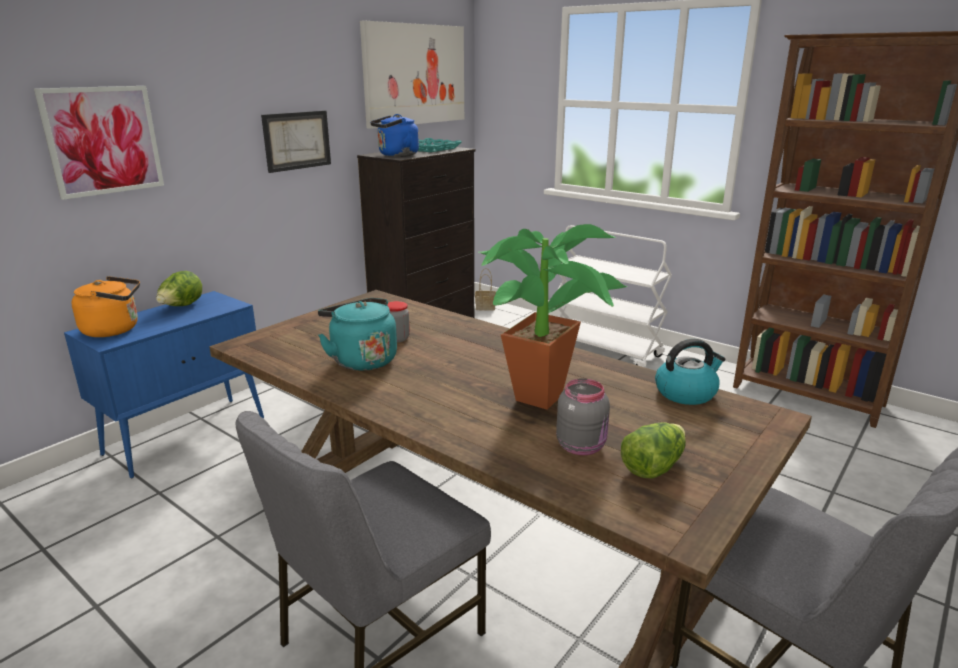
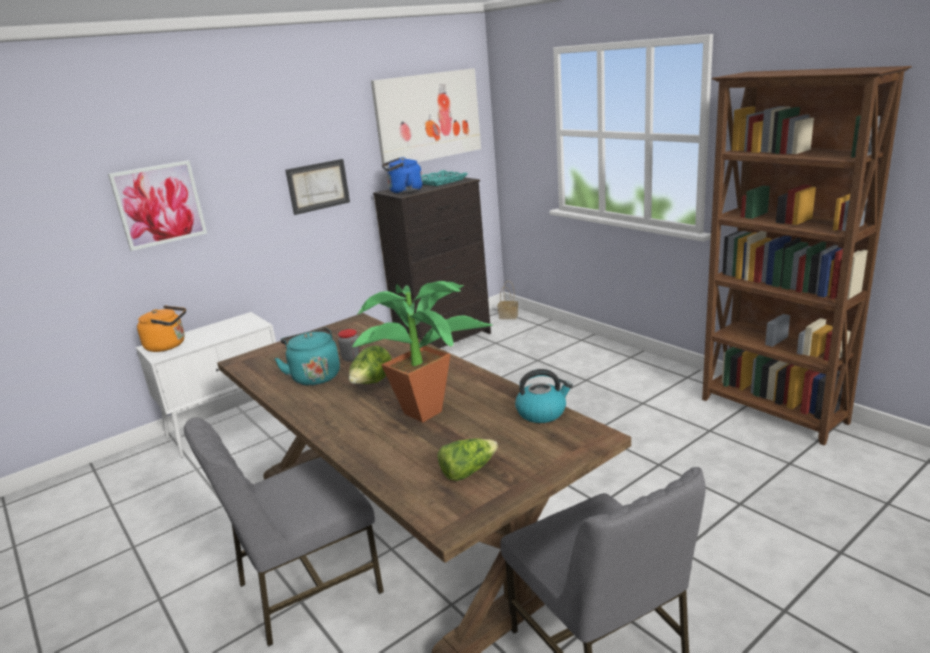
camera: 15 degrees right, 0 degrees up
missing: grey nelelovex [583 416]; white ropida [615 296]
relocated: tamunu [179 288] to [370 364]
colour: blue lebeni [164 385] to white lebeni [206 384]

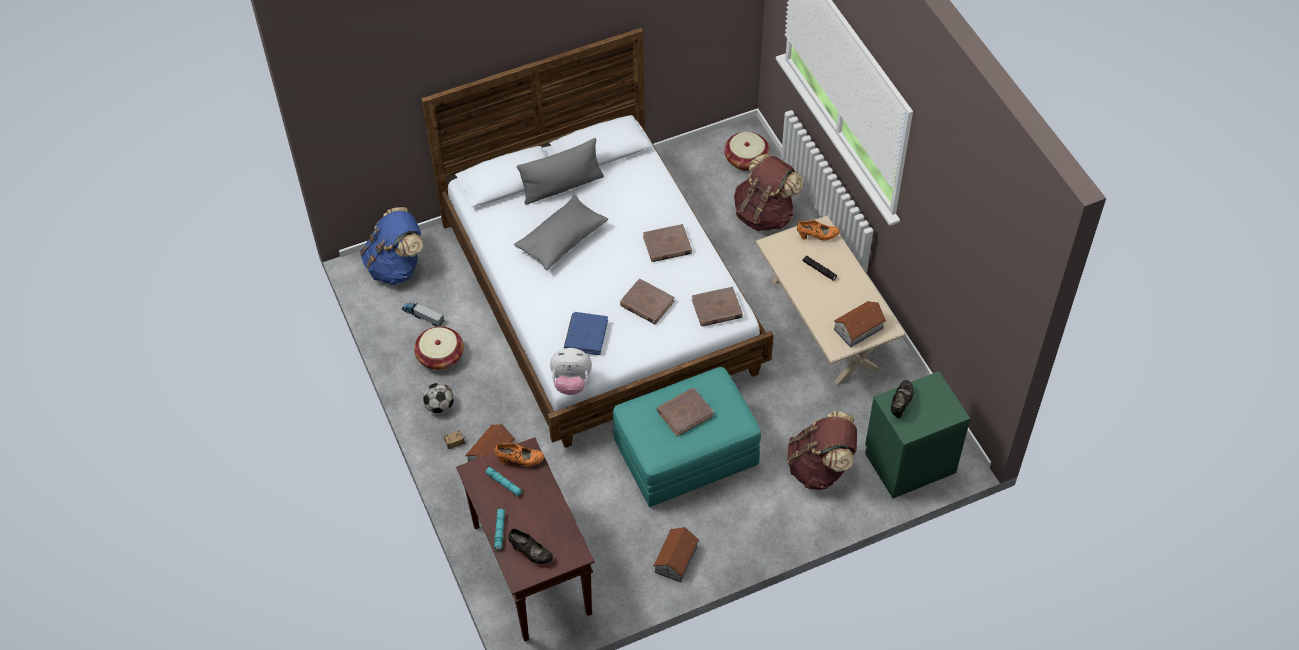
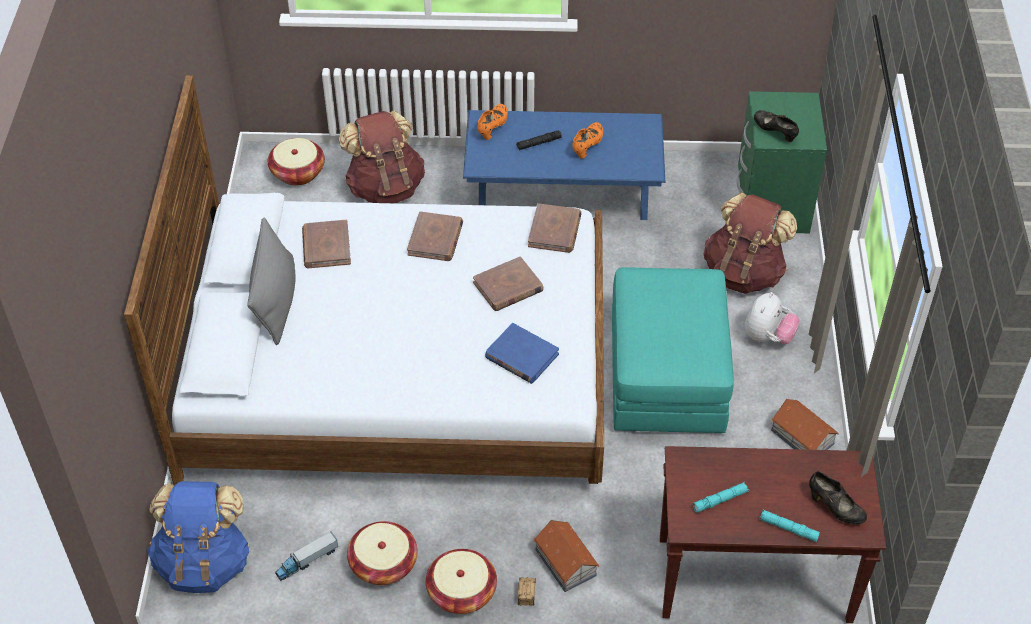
camera: 65 degrees left, 5 degrees down
missing: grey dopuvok [561 233]; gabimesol [860 324]
relocated: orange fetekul [519 454] to [587 140]; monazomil [571 371] to [772 318]; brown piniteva [685 412] to [326 244]
exchanged: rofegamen [438 398] to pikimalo [461 581]
colour: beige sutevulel [830 300] to blue sutevulel [564 165]
spun: black fetekul [530 546] = [838 497] 75 degrees clockwise

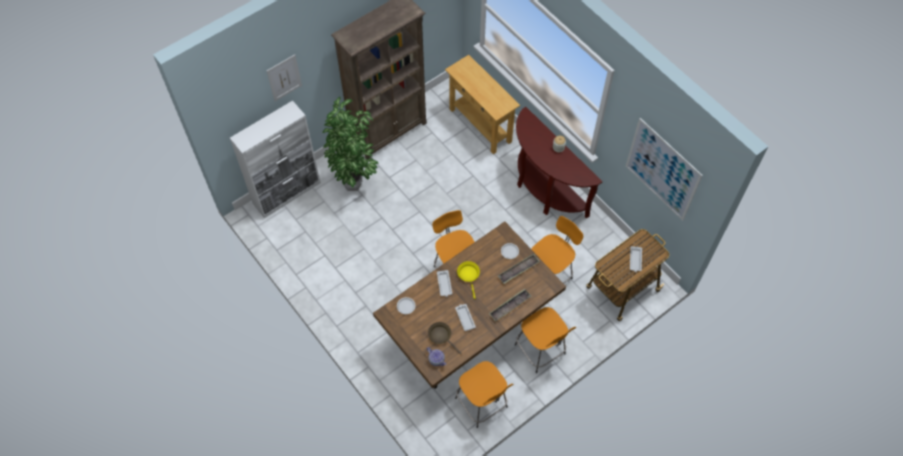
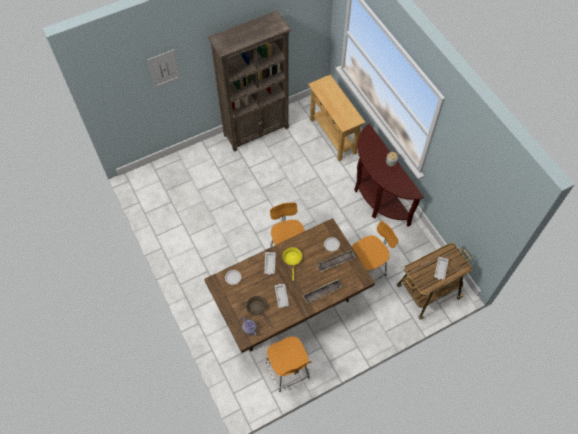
camera: 10 degrees right, 0 degrees up
missing: white lebeni [275 159]; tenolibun [351 144]; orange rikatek [545 340]; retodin [664 169]

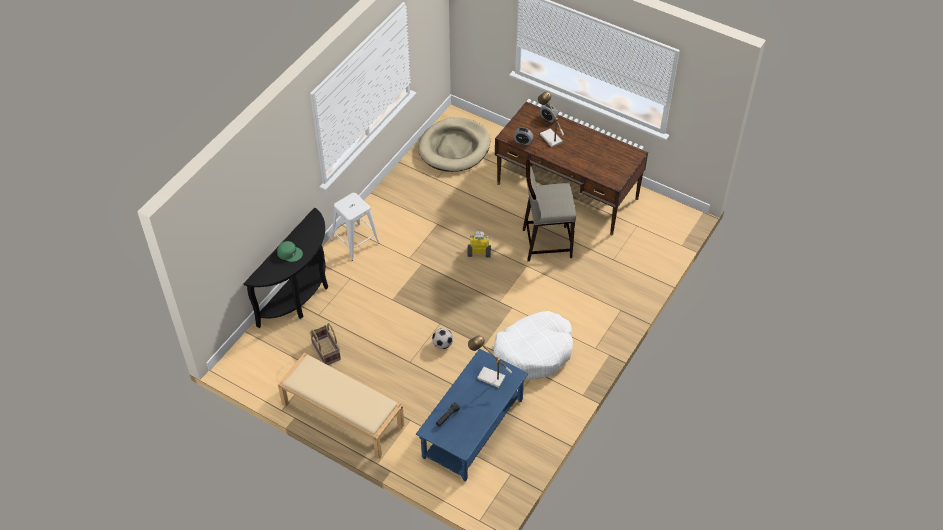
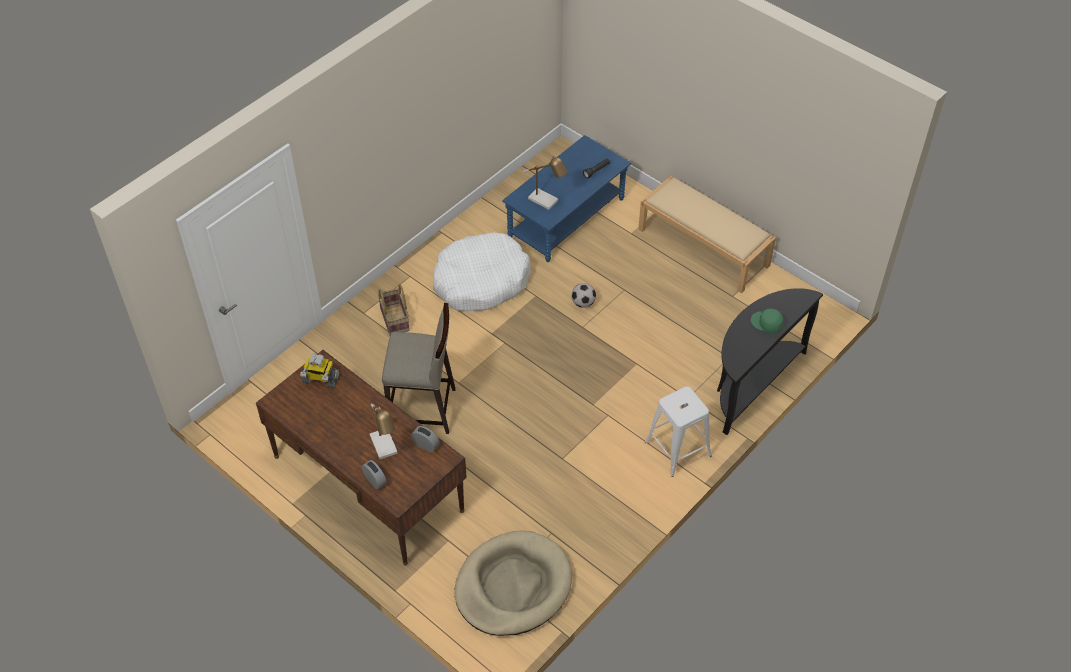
camera: 170 degrees left, 0 degrees up
relocated: pikimalo [325 344] to [394 309]; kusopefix [479 244] to [320 371]

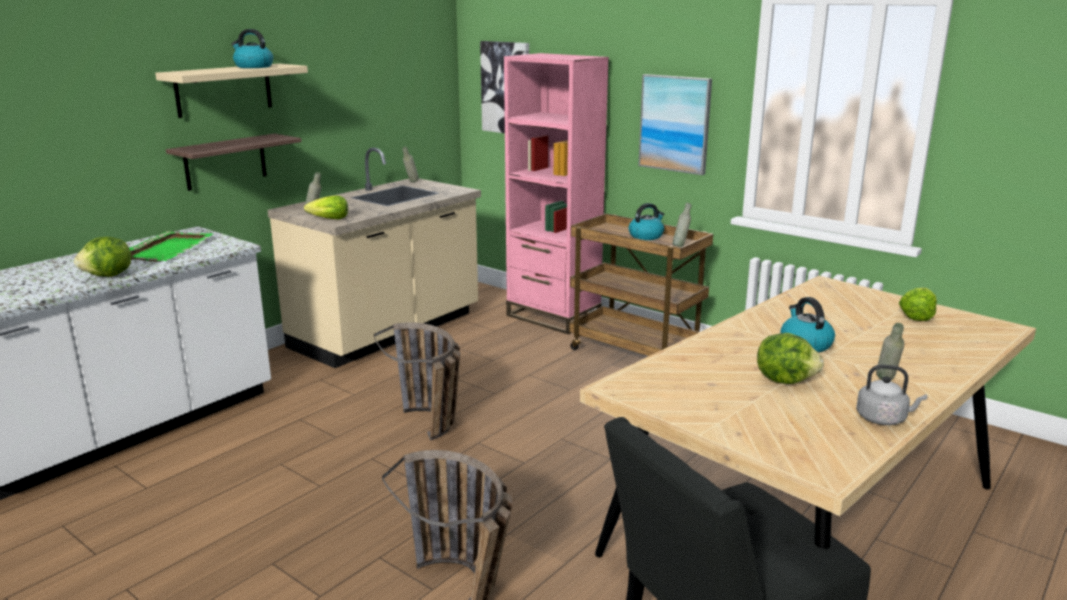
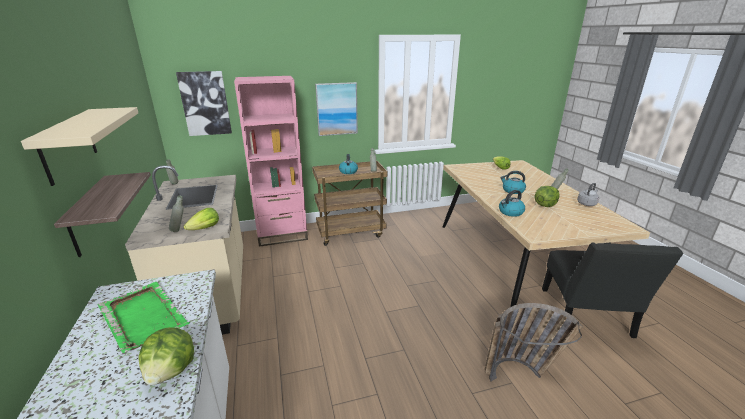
camera: 55 degrees left, 5 degrees up
missing: pikimalo [417 381]
relocated: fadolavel [252 48] to [512 203]

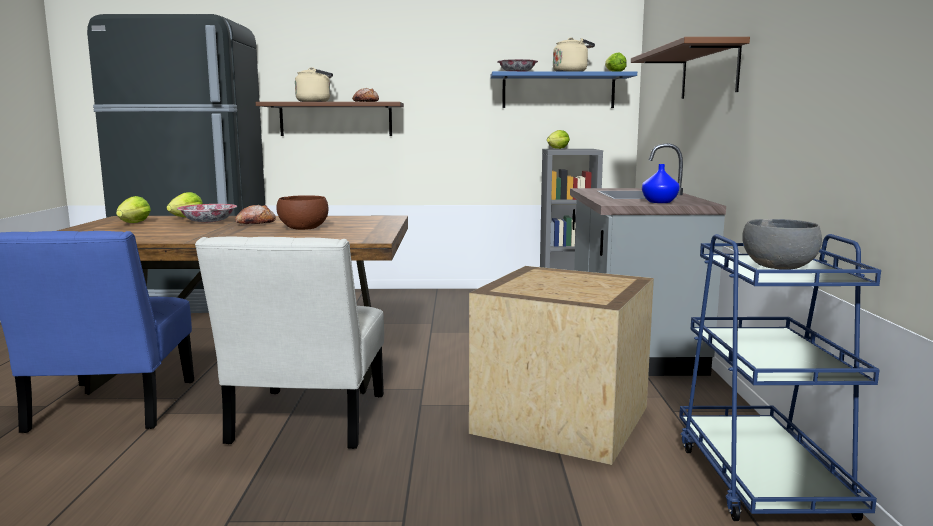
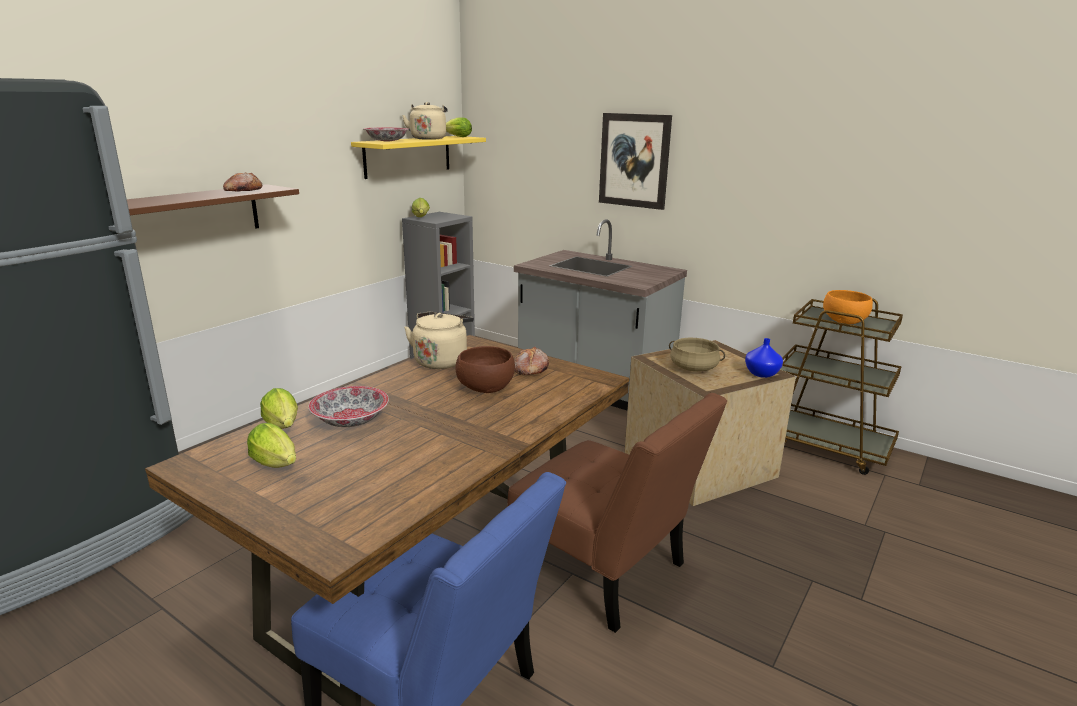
camera: 55 degrees left, 10 degrees up
appeared: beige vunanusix [697 355]
relocated: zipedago [255 214] to [531 360]; beige fadolavel [314 84] to [439 340]; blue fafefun [661 183] to [764 358]
exchanged: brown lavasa [690 68] to retodin [635 161]
colour: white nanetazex [289 343] to brown nanetazex [617 513]; blue lavasa [563 89] to yellow lavasa [418 157]; blue ropida [780 377] to brown ropida [841 386]; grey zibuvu [782 244] to orange zibuvu [848 307]

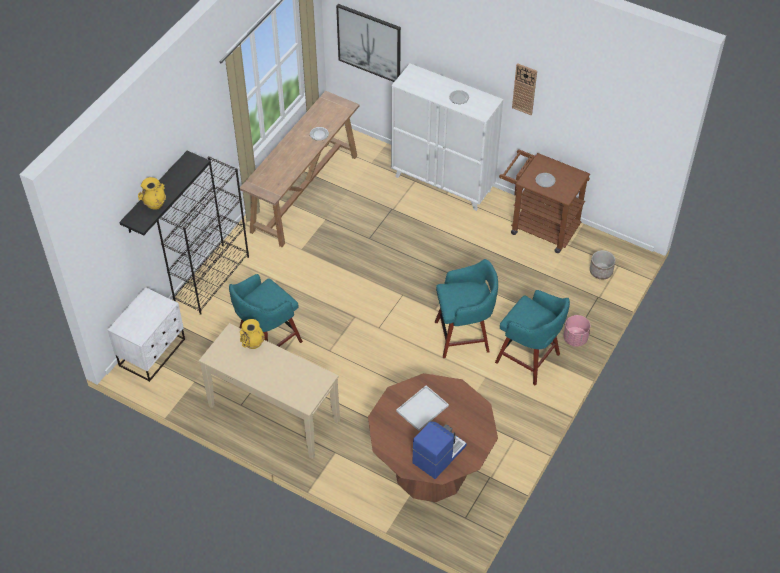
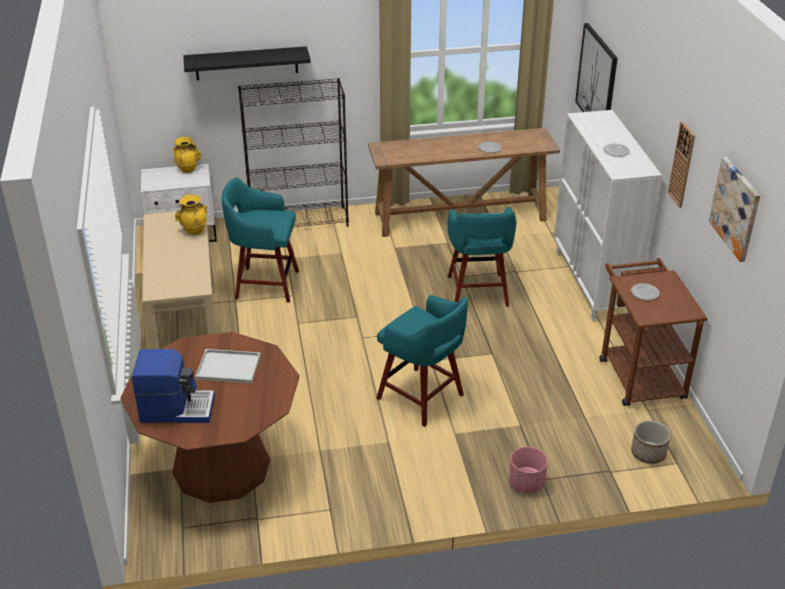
camera: 50 degrees right, 15 degrees down
appeared: retodin [735 209]
relocated: yellow fafefun [152 193] to [187 155]; turquoise rikatek [532 337] to [482 257]

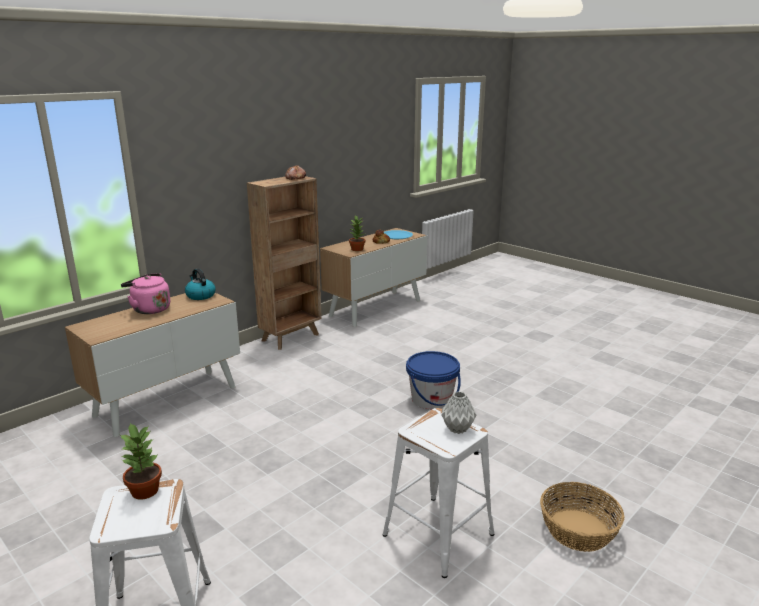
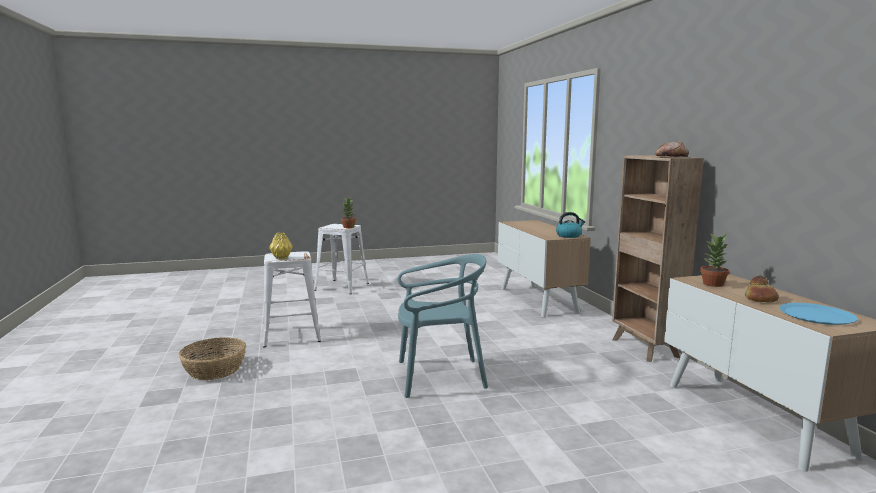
camera: 120 degrees right, 10 degrees down
missing: pink fadolavel [145 293]
exchanged: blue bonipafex [433 380] to turquoise nanetazex [443 326]
colour: grey fafefun [459 412] to yellow fafefun [281 246]

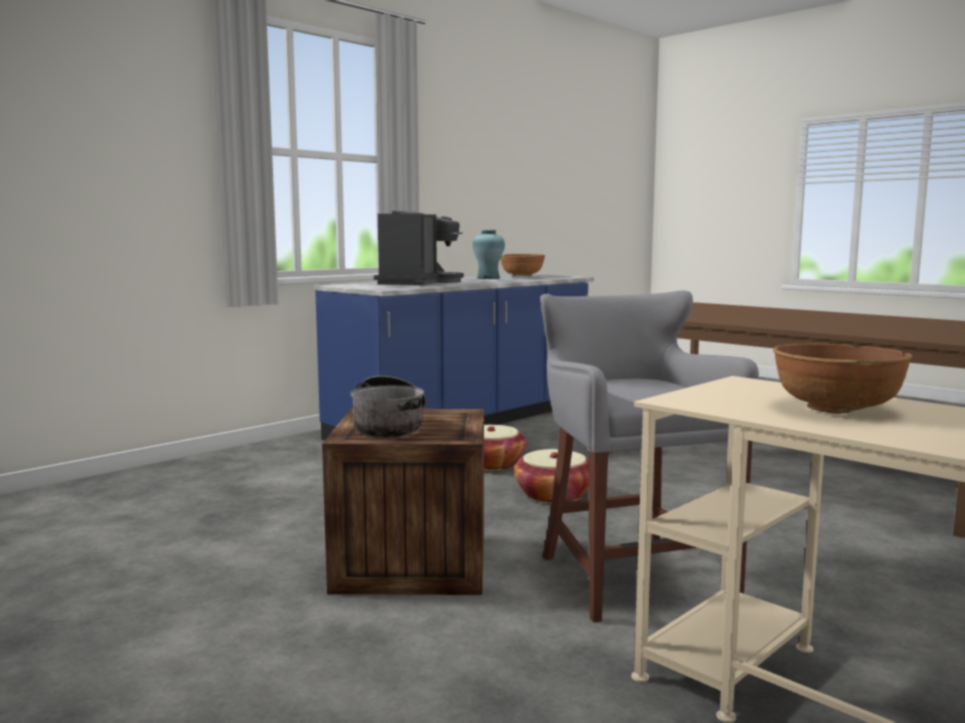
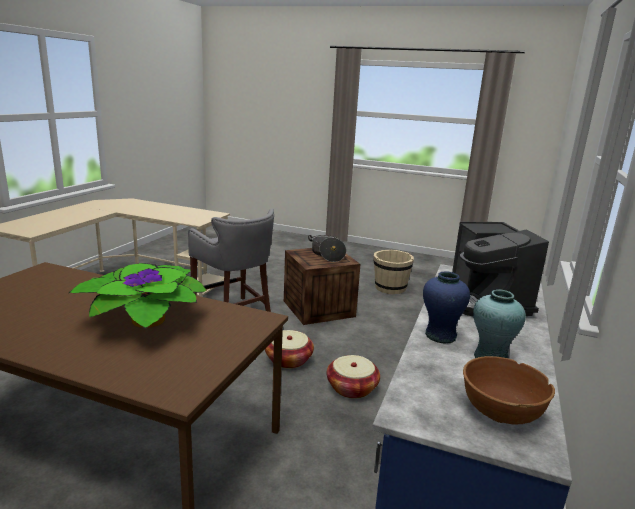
camera: 155 degrees right, 10 degrees up
missing: brown zibuvu [842 379]
appeared: tenolibun [138 296]; beige bonipafex [394 272]; blue fafefun [446 307]

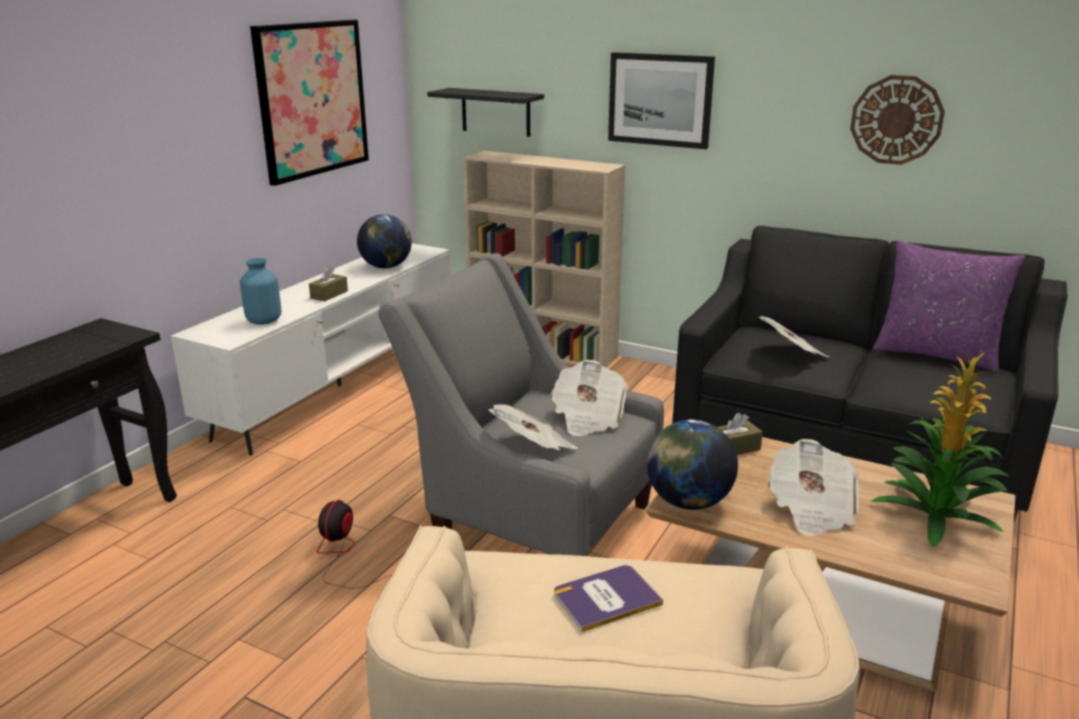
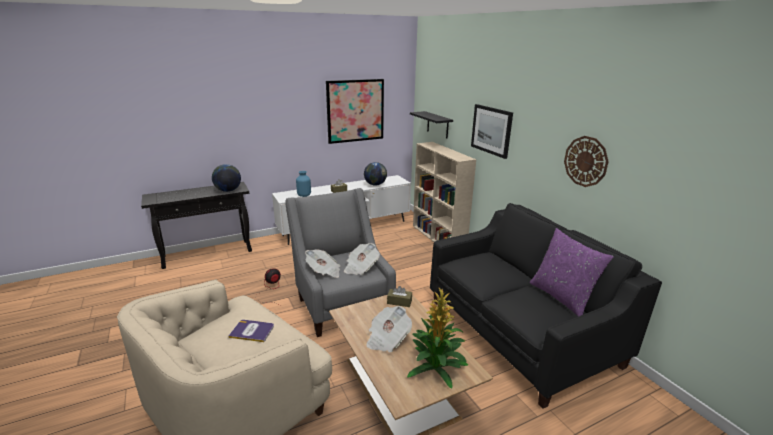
camera: 35 degrees right, 0 degrees up
missing: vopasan [793 336]
relocated: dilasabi [692 465] to [226 178]

